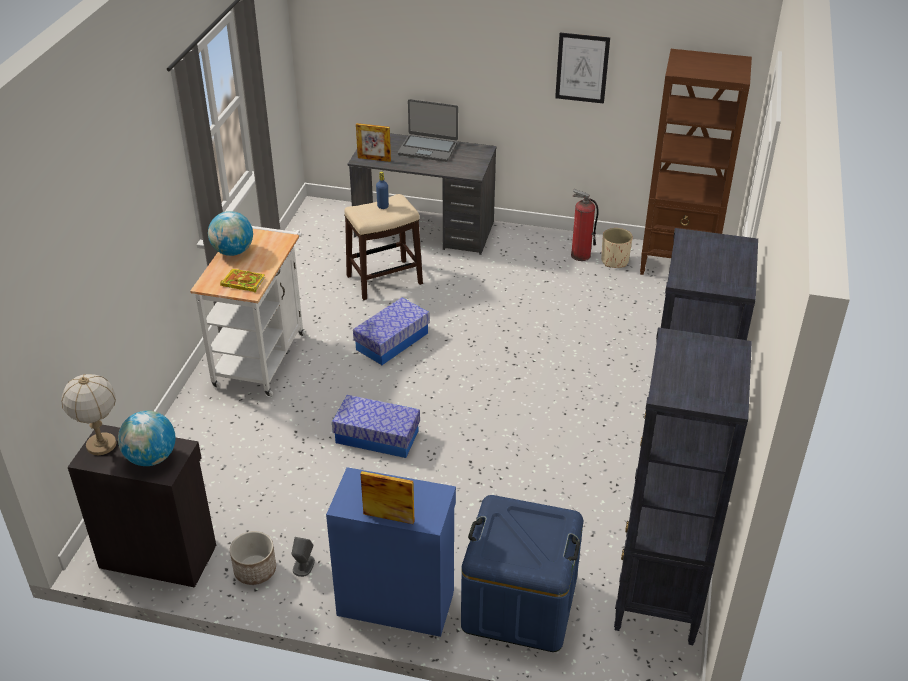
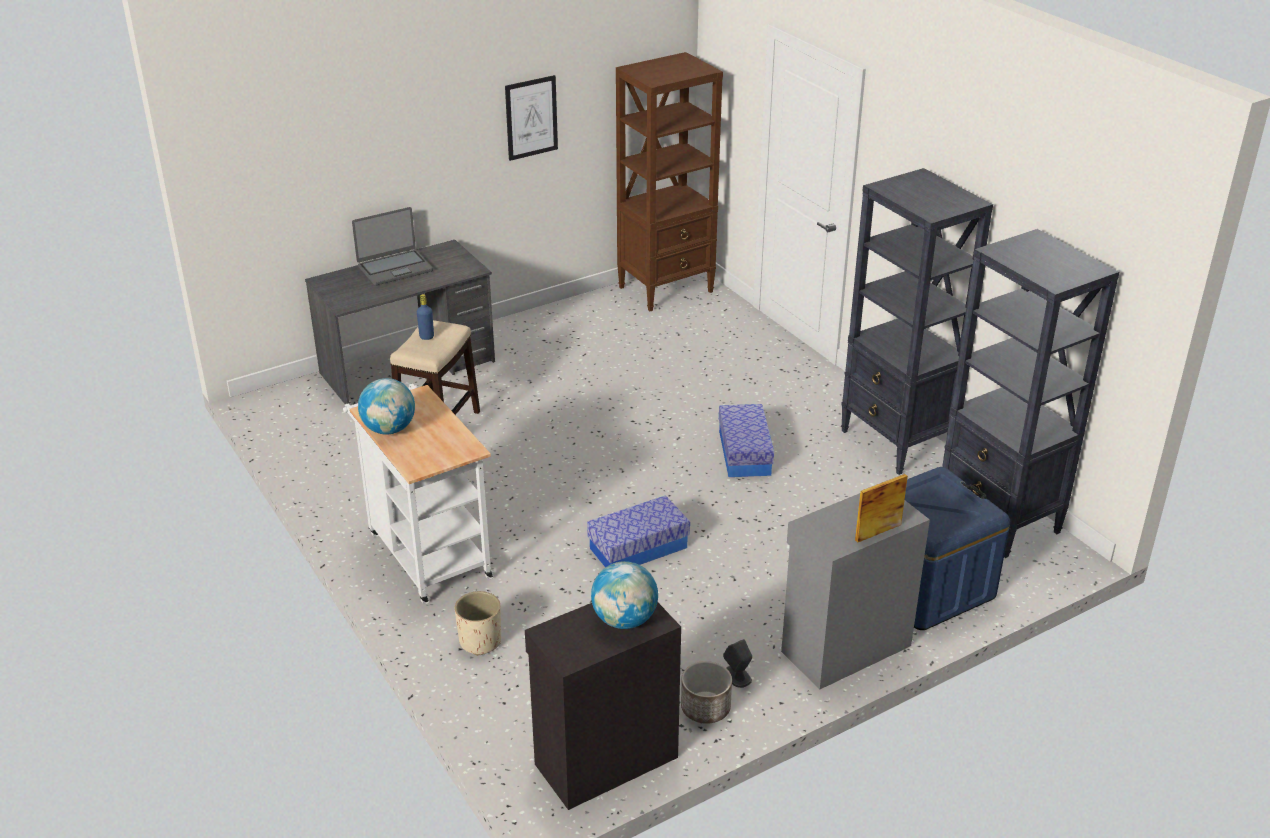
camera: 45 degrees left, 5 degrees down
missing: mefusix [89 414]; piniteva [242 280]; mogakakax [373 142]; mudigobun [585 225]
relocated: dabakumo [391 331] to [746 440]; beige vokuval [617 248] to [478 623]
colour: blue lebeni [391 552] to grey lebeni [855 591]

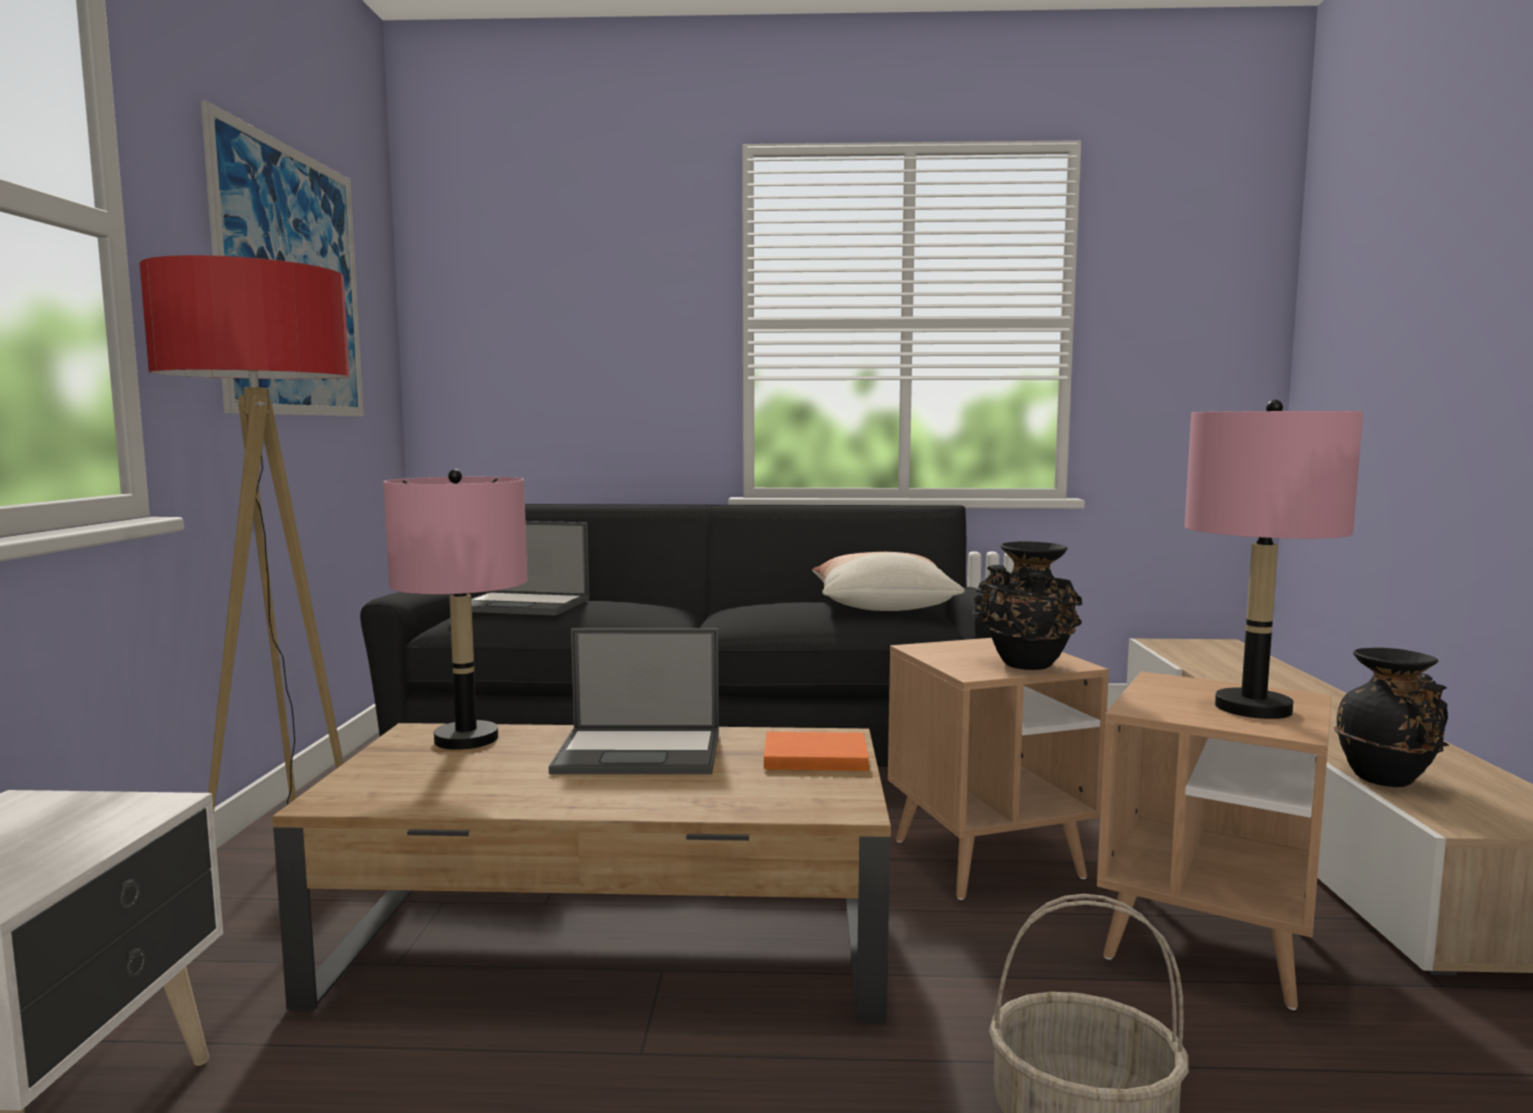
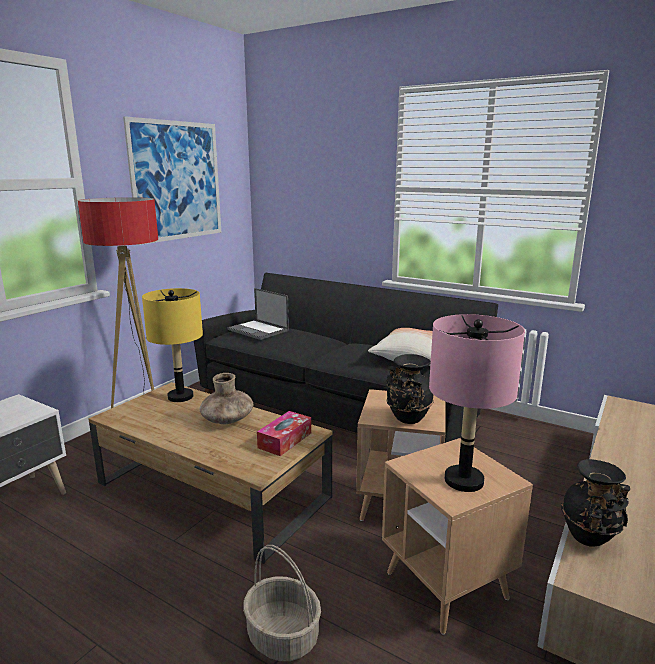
camera: 30 degrees right, 10 degrees up
exchanged: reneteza [634 701] to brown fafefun [226 398]; orange piniteva [816 751] to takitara [284 433]
colour: pink mefusix [455 609] to yellow mefusix [172 345]

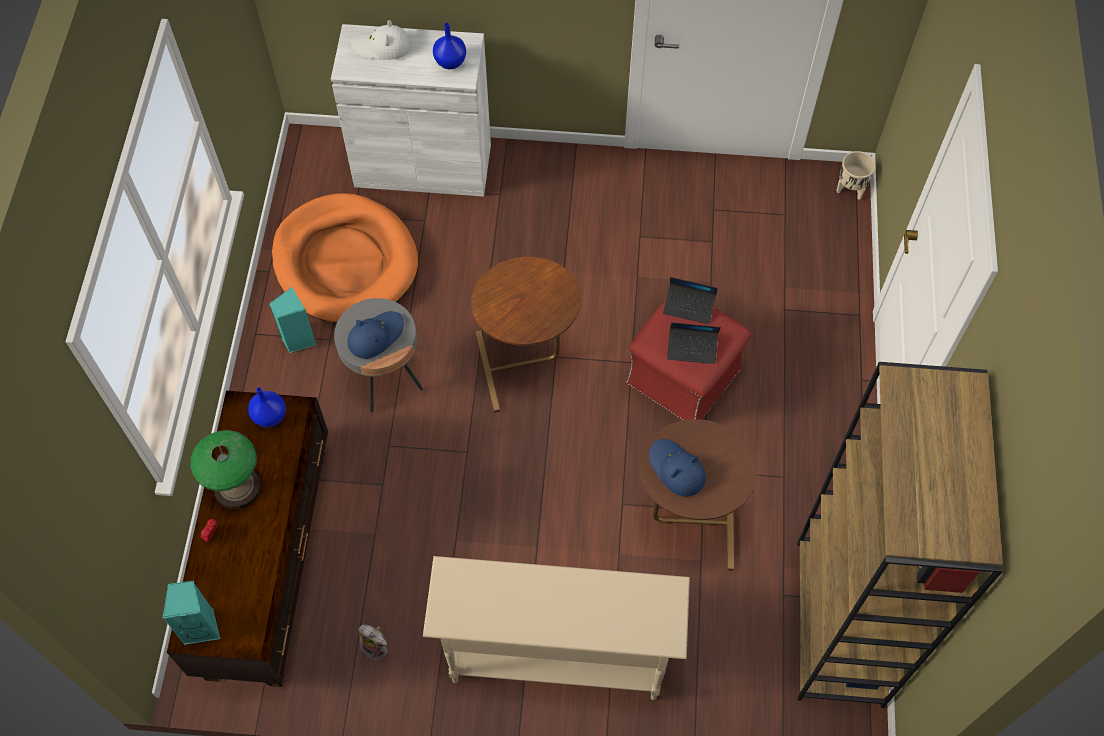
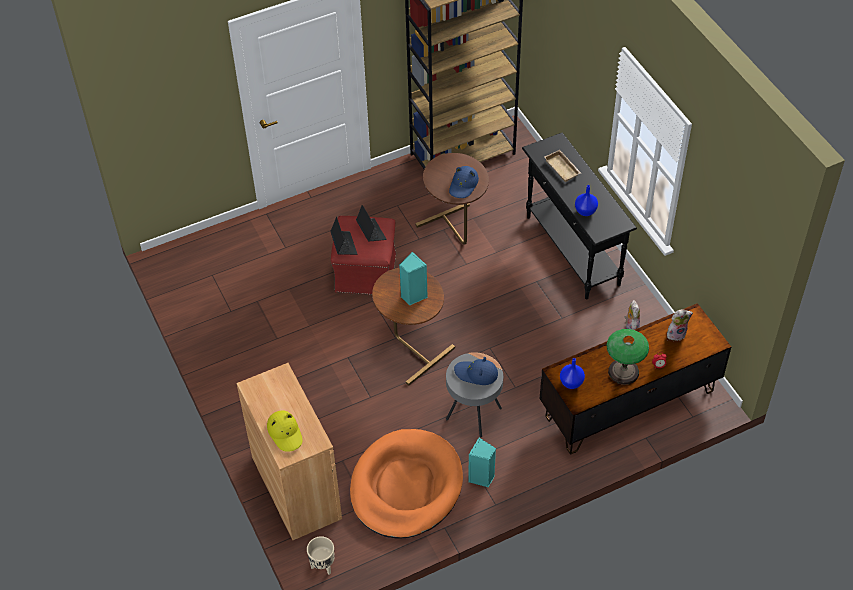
camera: 120 degrees left, 10 degrees down
appeared: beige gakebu [562 166]; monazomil [680 325]
relocated: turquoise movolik [191 613] to [413 278]; blue fafefun [449 46] to [586 200]; beige vokuval [856 175] to [321 555]
colour: white lebeni [411 110] to brown lebeni [289 451]; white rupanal [381 40] to yellow rupanal [285 431]; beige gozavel [556 628] to black gozavel [579 216]

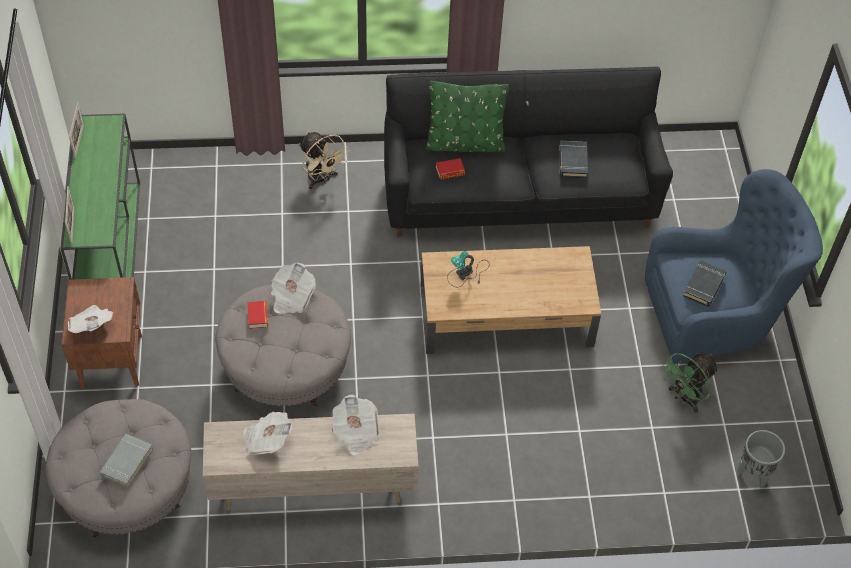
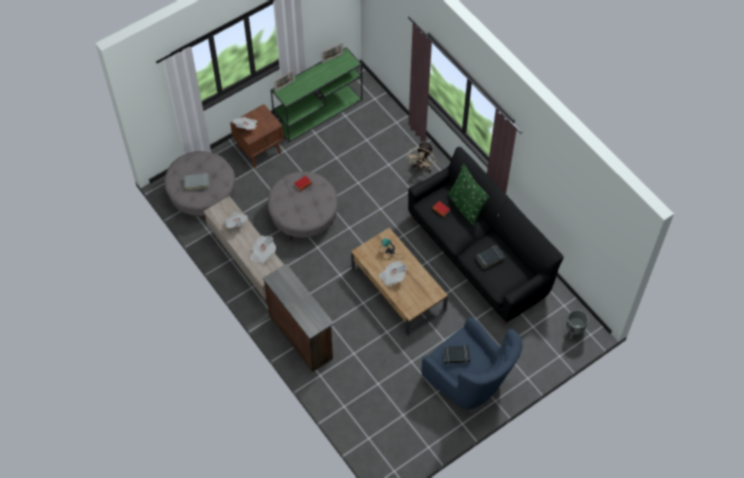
camera: 60 degrees right, 5 degrees up
missing: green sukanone [690 382]
appeared: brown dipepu [298 318]
relocated: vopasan [293 288] to [393 273]; grey vokuval [761 458] to [577 325]

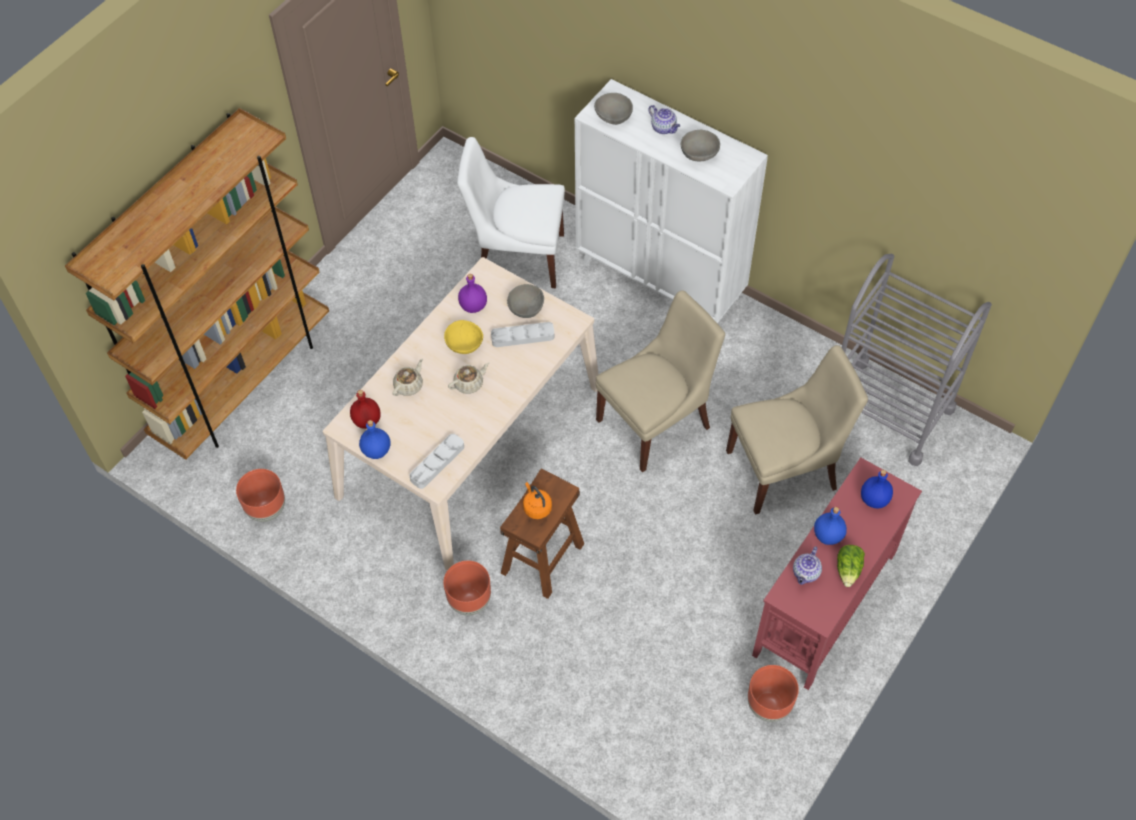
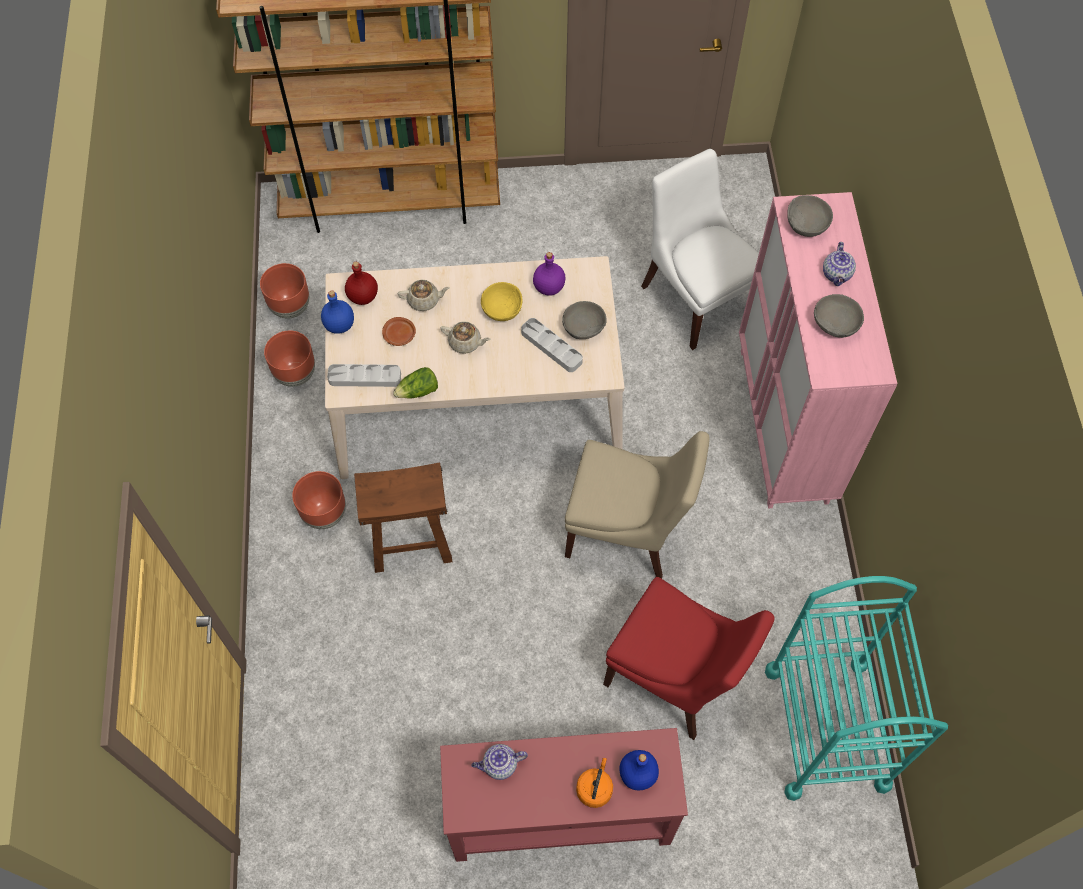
camera: 50 degrees right, 5 degrees up
missing: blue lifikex [830 526]
appeared: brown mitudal [399 331]
relocated: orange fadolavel [537 500] to [594 783]; brown vokuval [773 693] to [289 359]; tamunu [851 566] to [415 382]
colour: white lebeni [671 201] to pink lebeni [818 350]; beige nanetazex [797 430] to red nanetazex [689 658]; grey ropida [917 360] to turquoise ropida [856 688]

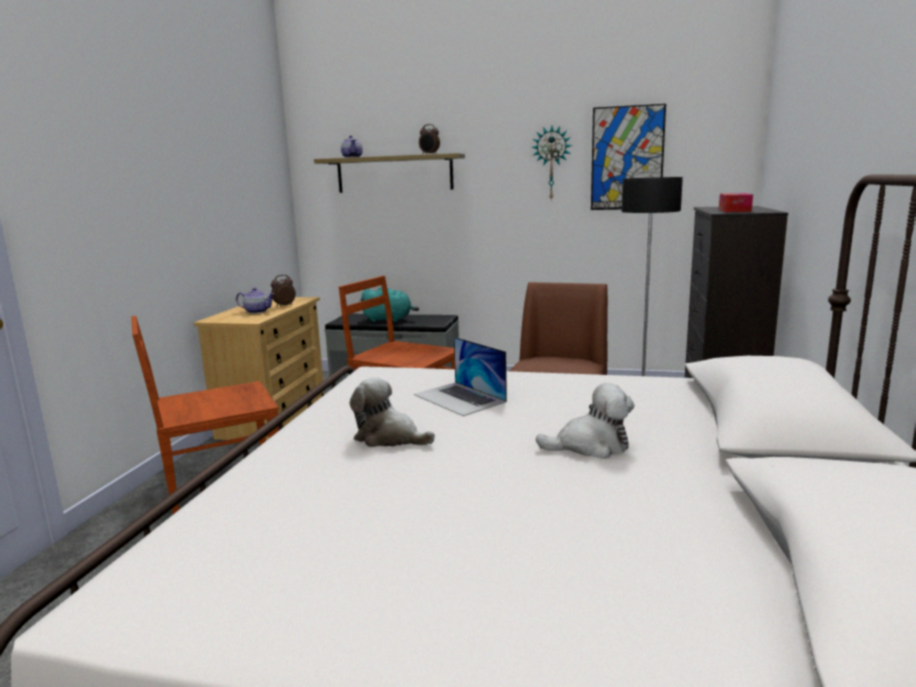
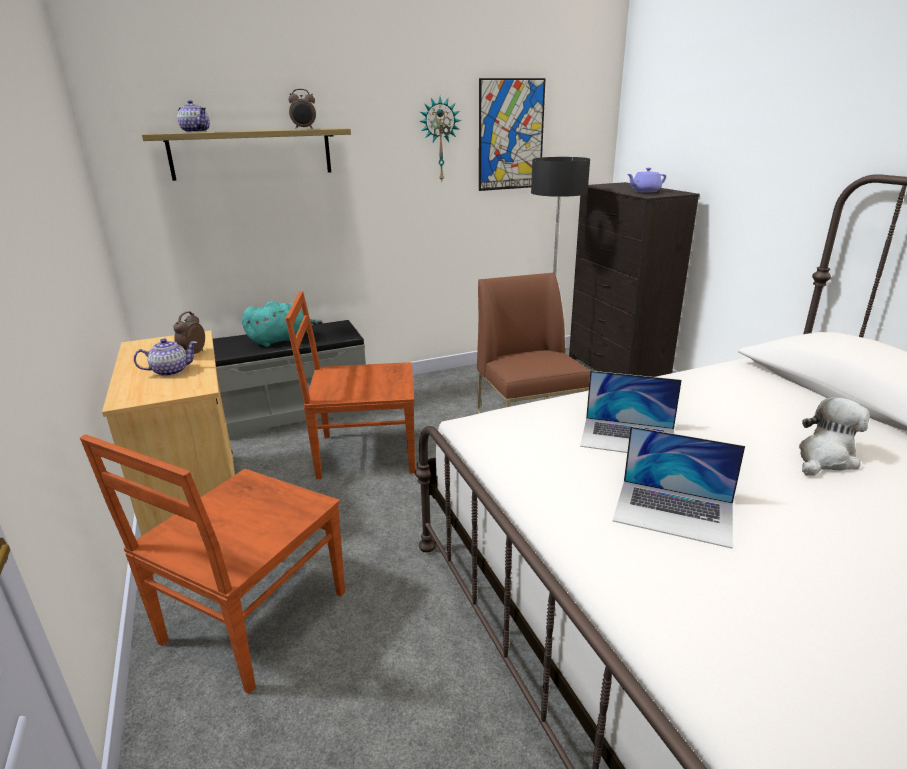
camera: 35 degrees left, 10 degrees up
exchanged: monazomil [392 412] to reneteza [679 487]; takitara [736 202] to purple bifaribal [646 180]

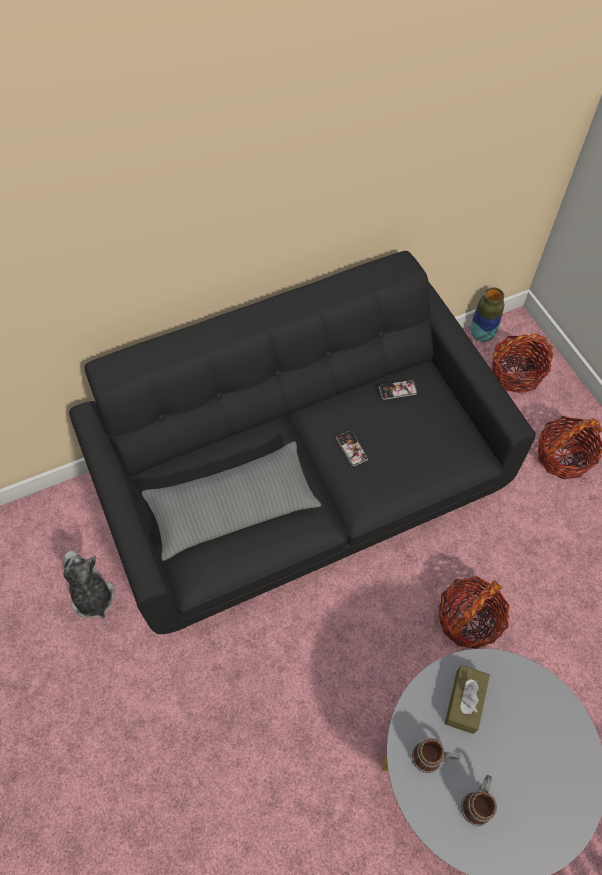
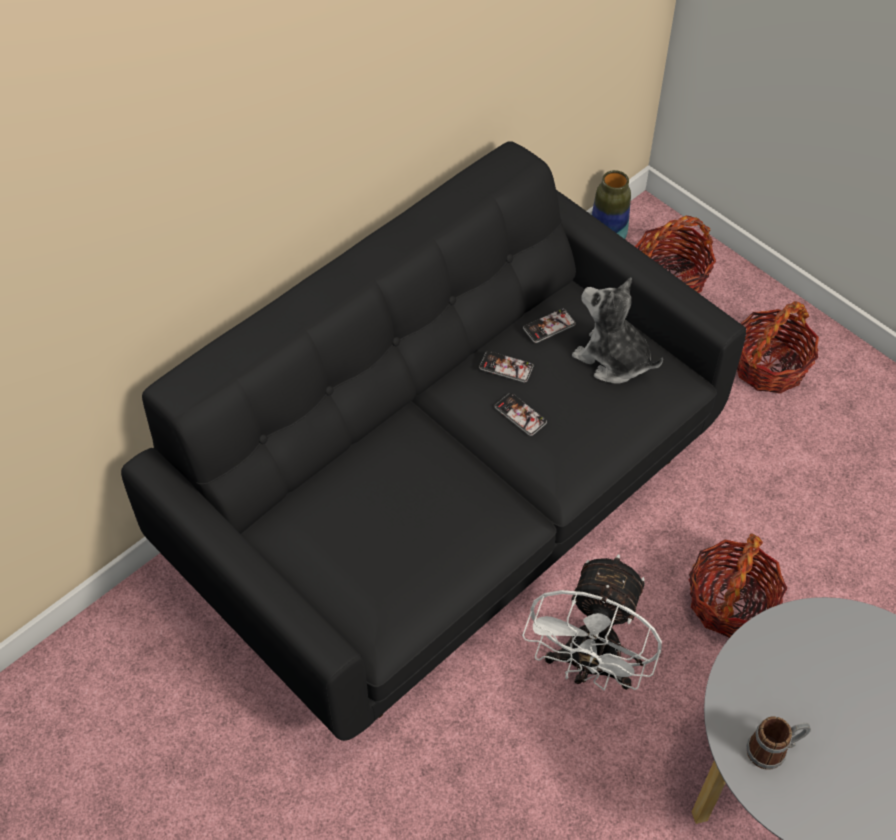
camera: 20 degrees left, 5 degrees down
missing: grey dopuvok [231 501]; brown takitara [467 699]; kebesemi [479 800]
appeared: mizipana [506 366]; white sukanone [592 622]
relocated: monazomil [89 584] to [617 330]

